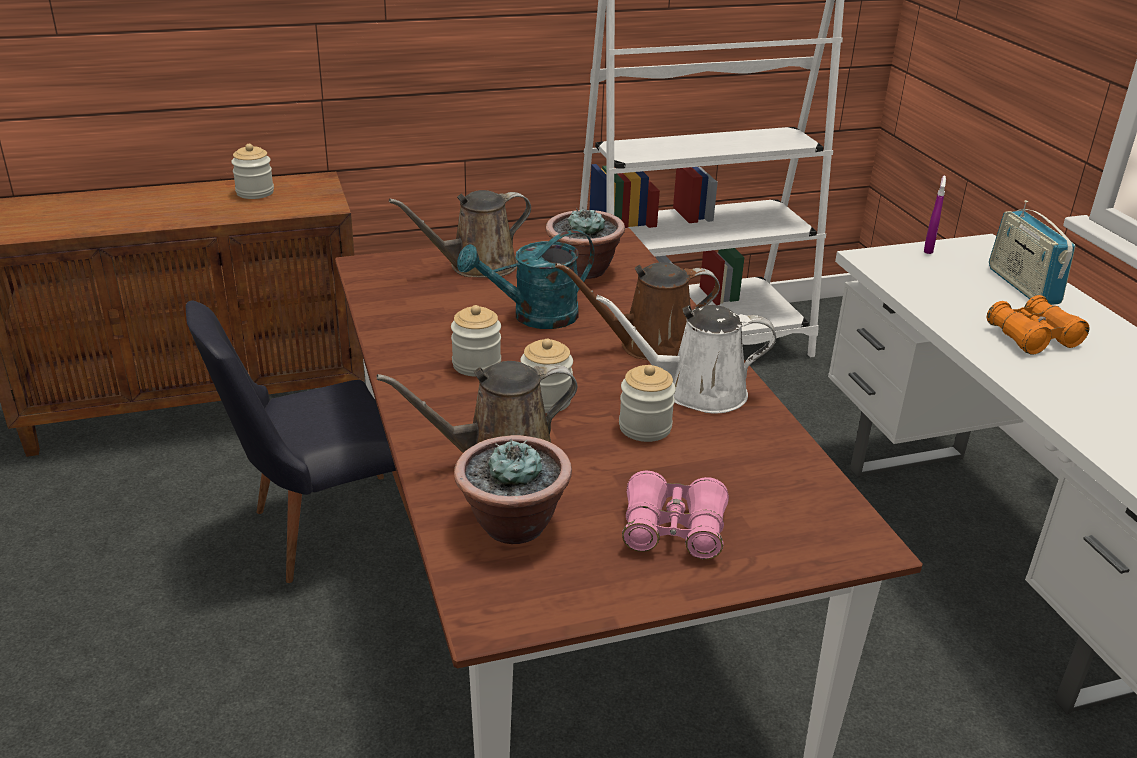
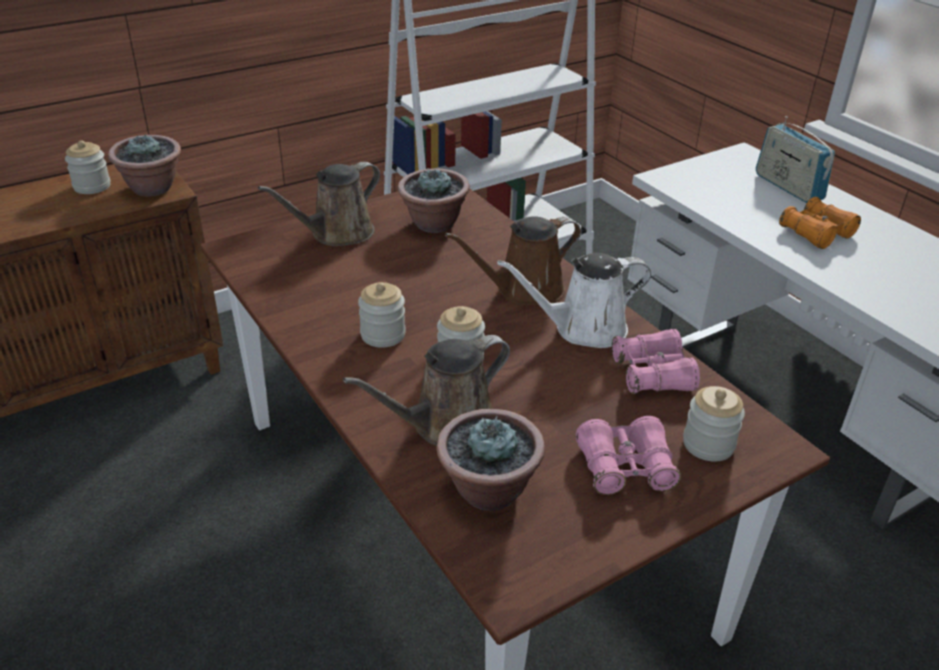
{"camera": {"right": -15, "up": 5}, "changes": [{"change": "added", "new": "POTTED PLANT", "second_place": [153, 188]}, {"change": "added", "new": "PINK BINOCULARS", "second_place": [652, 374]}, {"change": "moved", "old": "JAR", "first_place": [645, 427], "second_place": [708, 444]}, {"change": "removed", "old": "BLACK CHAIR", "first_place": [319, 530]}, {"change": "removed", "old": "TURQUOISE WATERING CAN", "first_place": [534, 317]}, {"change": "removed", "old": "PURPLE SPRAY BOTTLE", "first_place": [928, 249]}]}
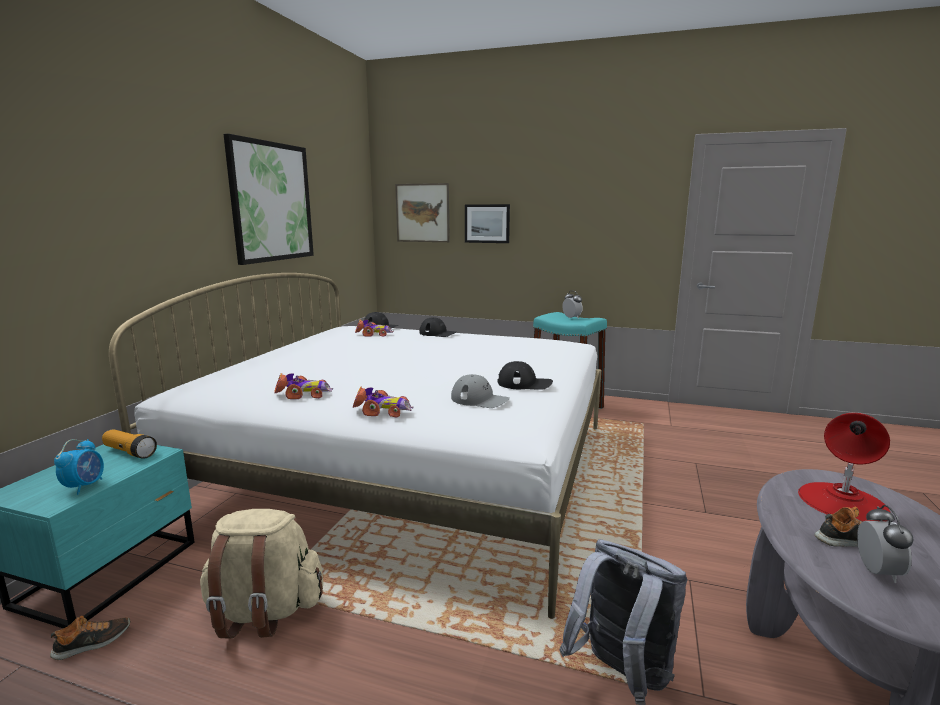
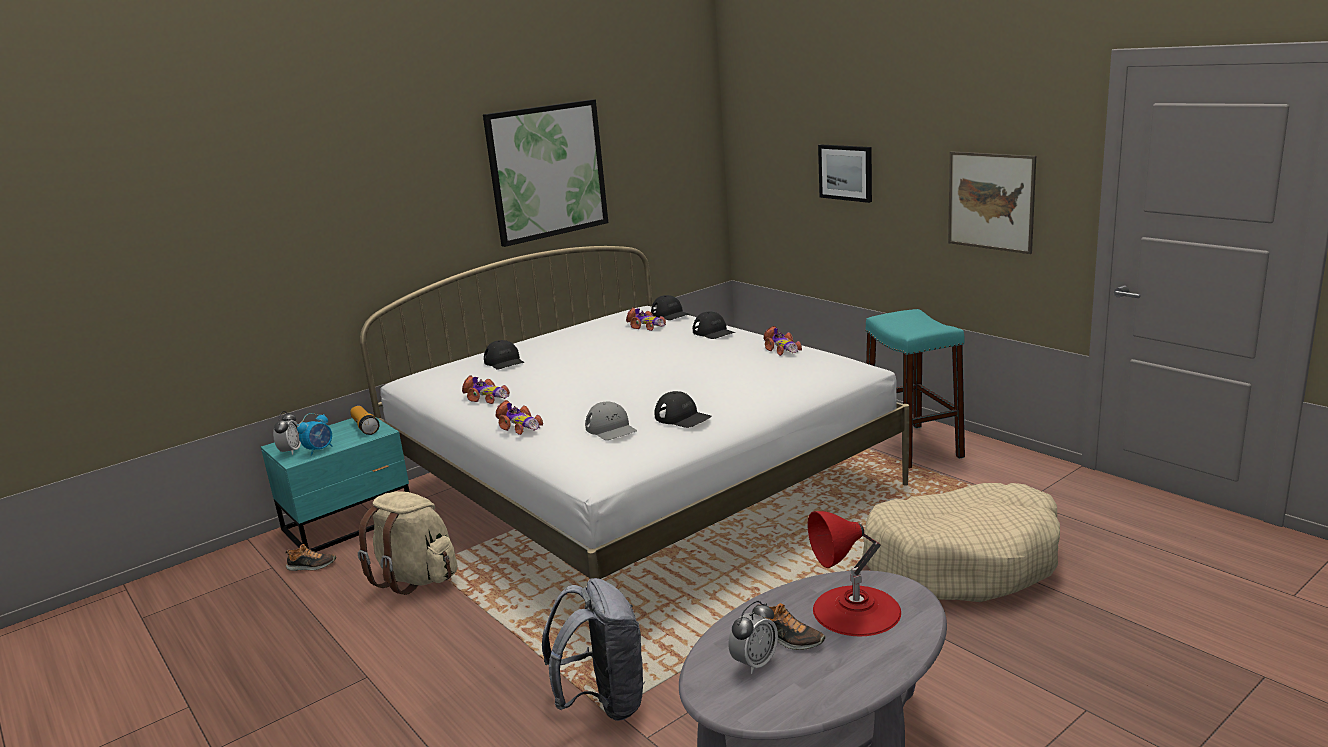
{"camera": {"right": 35, "up": 5}, "changes": [{"change": "moved", "old": "ALARM CLOCK", "first_place": [571, 318], "second_place": [291, 451]}, {"change": "added", "new": "BLACK CAP", "second_place": [504, 362]}, {"change": "added", "new": "TOY CAR", "second_place": [781, 349]}, {"change": "added", "new": "BEIGE DOG BED", "second_place": [963, 561]}, {"change": "moved", "old": "PICTURE", "first_place": [422, 213], "second_place": [991, 201]}]}
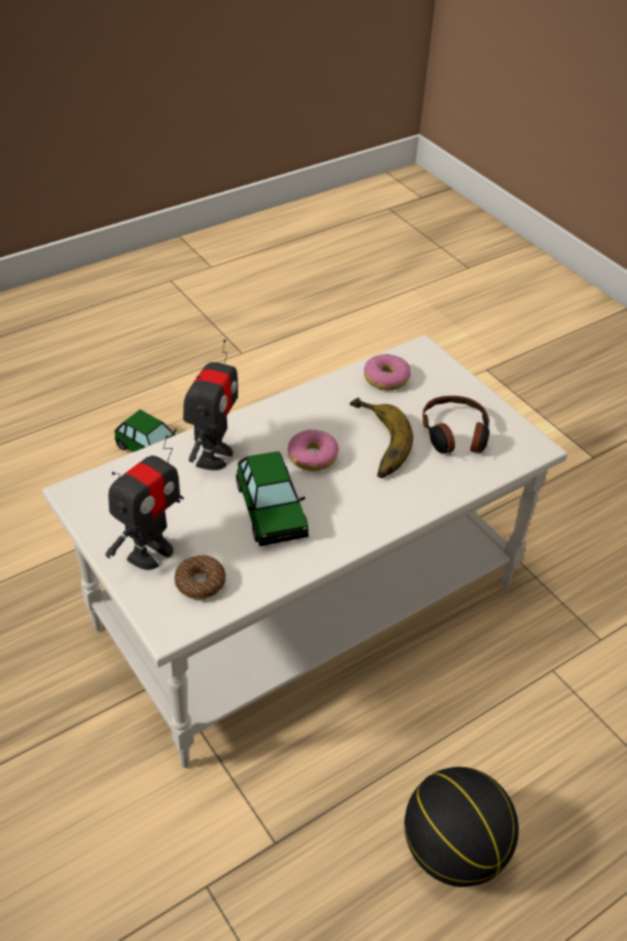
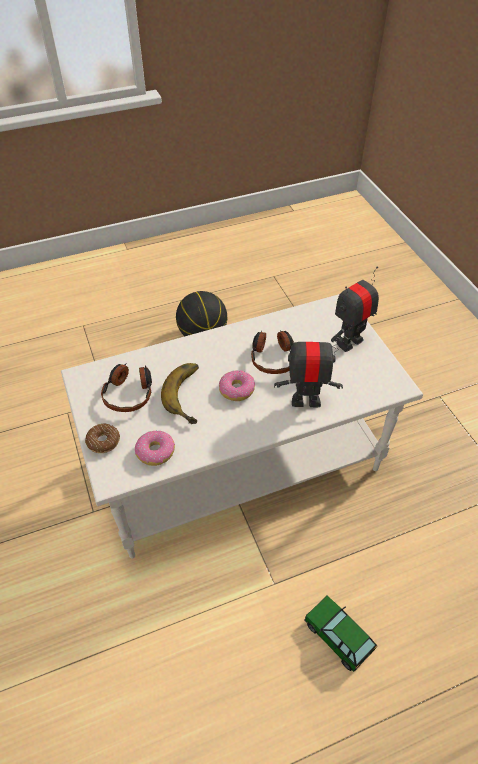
{"camera": {"right": -165, "up": 5}, "changes": [{"change": "moved", "old": "DONUT", "first_place": [200, 583], "second_place": [103, 441]}, {"change": "replaced", "old": "TOY CAR", "new": "HEADPHONES", "first_place": [271, 510], "second_place": [273, 357]}, {"change": "turned", "old": "TOY ROBOT", "first_place": [213, 456], "second_place": [306, 400], "degrees": 60}]}
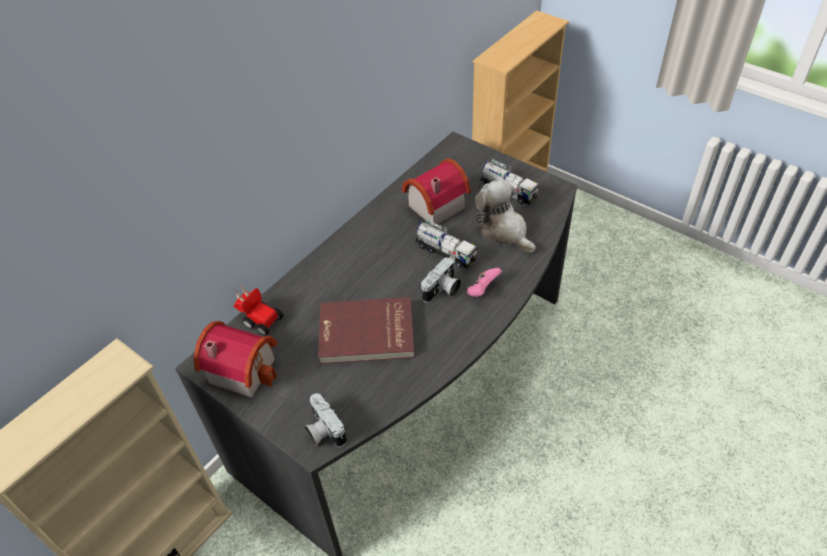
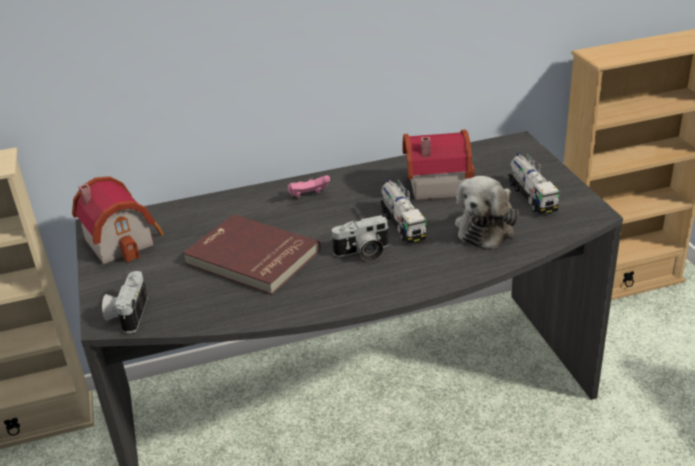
{"camera": {"right": 35, "up": -15}, "changes": [{"change": "moved", "old": "PINK GAME CONTROLLER", "first_place": [482, 290], "second_place": [308, 196]}, {"change": "turned", "old": "PLUSH TOY", "first_place": [503, 230], "second_place": [487, 227], "degrees": -150}, {"change": "removed", "old": "TOY CAR", "first_place": [259, 319]}]}
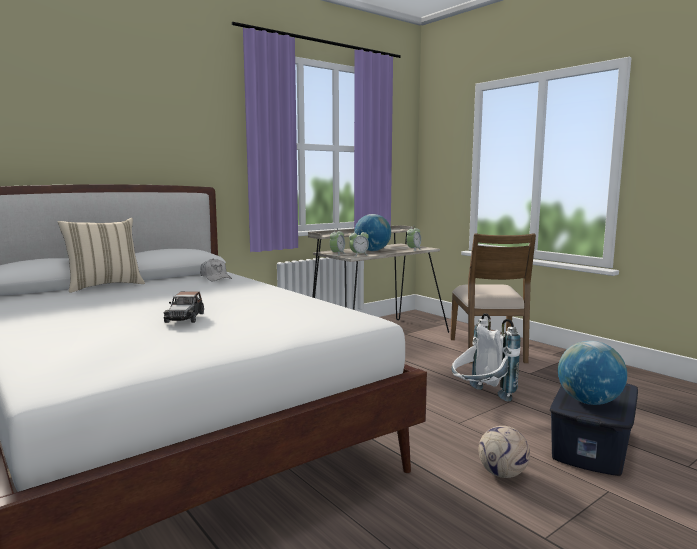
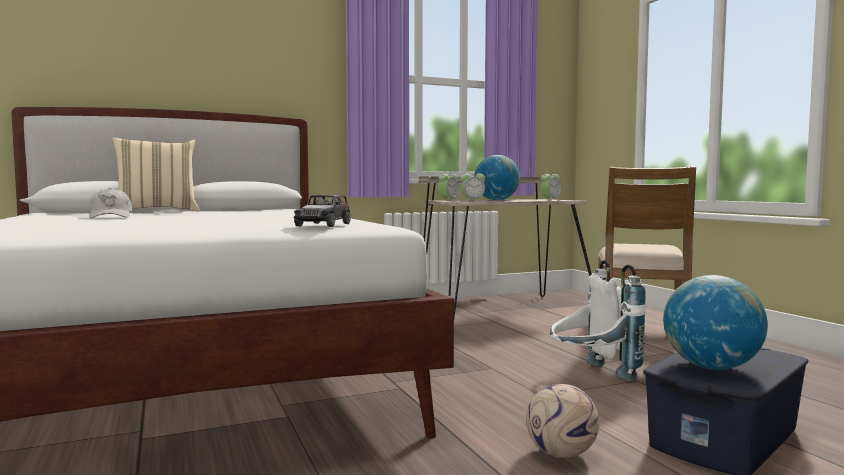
{"camera": {"right": 15, "up": -5}, "changes": [{"change": "moved", "old": "WHITE CAP", "first_place": [215, 278], "second_place": [111, 217]}, {"change": "moved", "old": "TOY CAR", "first_place": [185, 318], "second_place": [323, 225]}]}
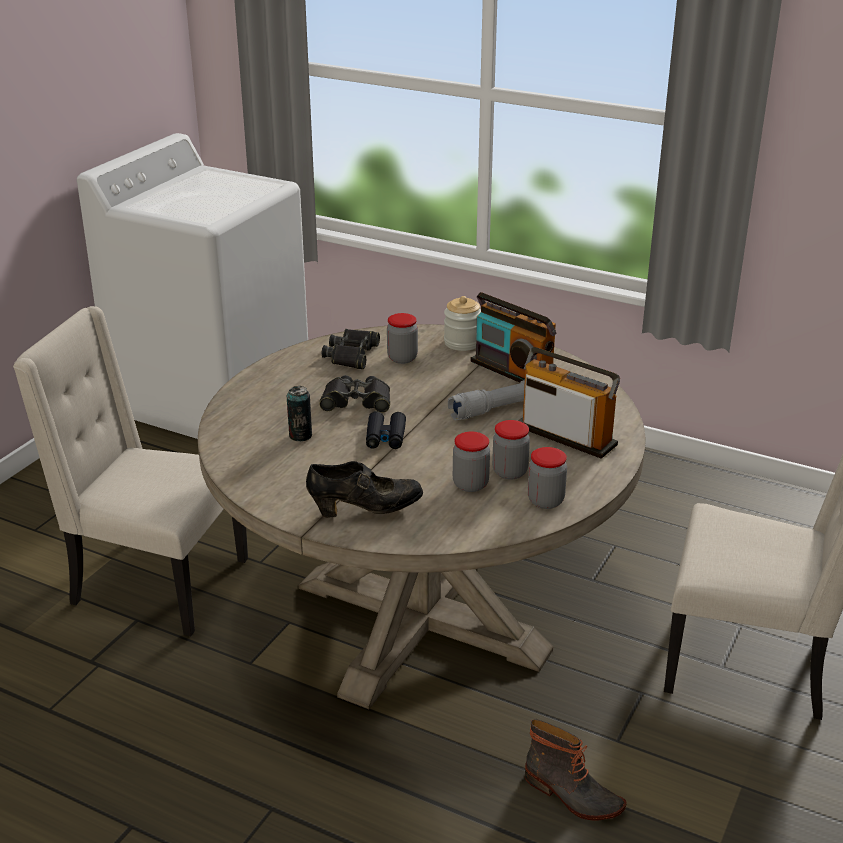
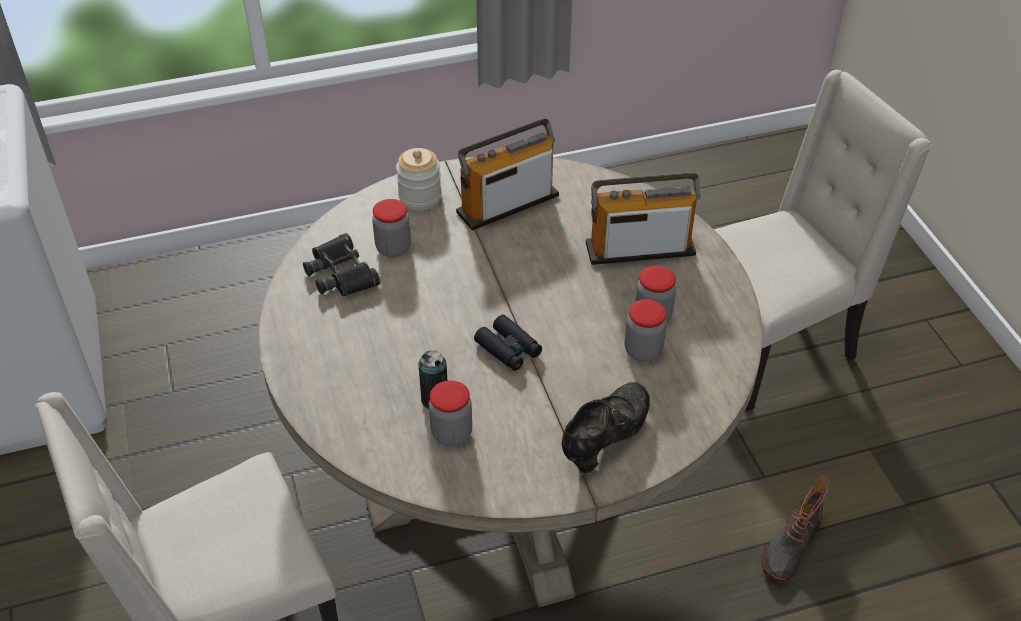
{"camera": {"right": -45, "up": 15}, "changes": [{"change": "moved", "old": "JAR", "first_place": [545, 501], "second_place": [451, 433]}, {"change": "turned", "old": "RADIO", "first_place": [513, 371], "second_place": [507, 204], "degrees": 150}, {"change": "turned", "old": "BOOT", "first_place": [572, 796], "second_place": [789, 546], "degrees": 135}, {"change": "removed", "old": "BLACK BINOCULARS", "first_place": [356, 401]}, {"change": "removed", "old": "GREY FLASHLIGHT", "first_place": [493, 410]}]}
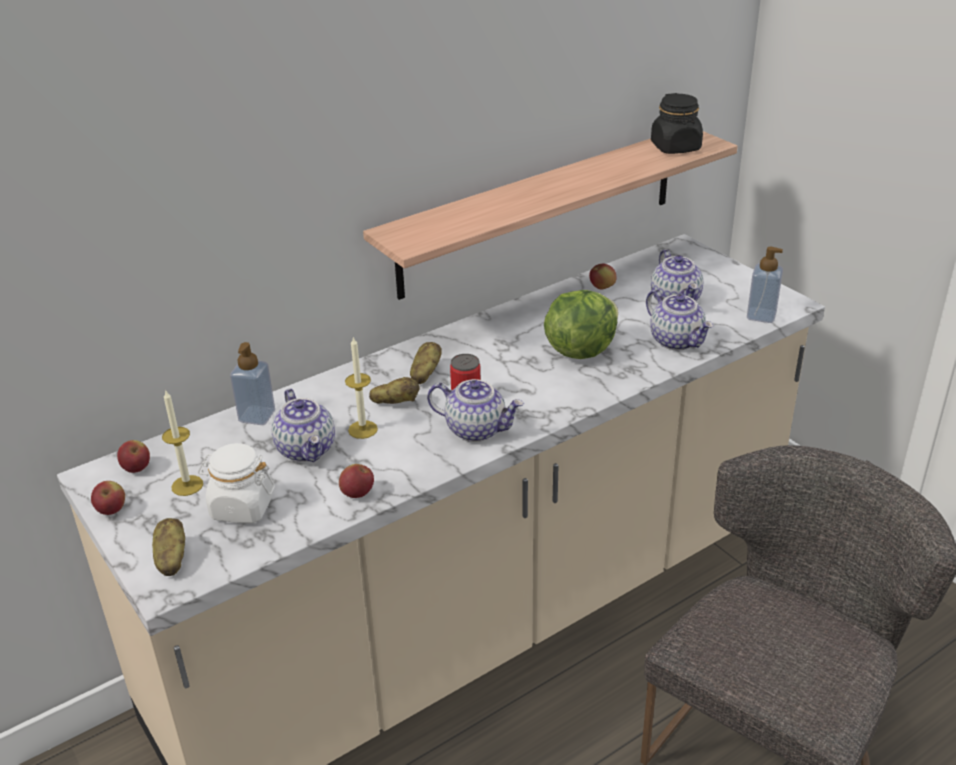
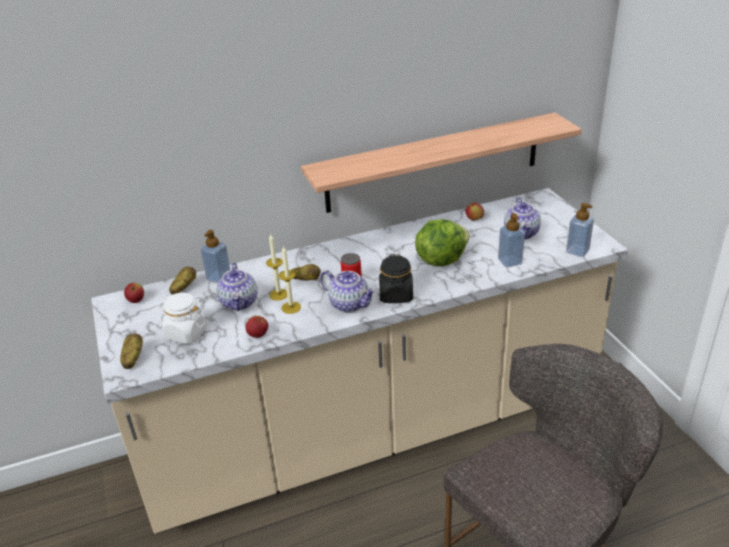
{"camera": {"right": 15, "up": 0}, "changes": [{"change": "moved", "old": "POTATO", "first_place": [425, 374], "second_place": [183, 288]}, {"change": "moved", "old": "CANDLE", "first_place": [187, 485], "second_place": [291, 307]}, {"change": "moved", "old": "BLACK JAR", "first_place": [675, 147], "second_place": [396, 295]}, {"change": "replaced", "old": "TEAPOT", "new": "SOAP DISPENSER", "first_place": [677, 341], "second_place": [510, 261]}, {"change": "removed", "old": "APPLE", "first_place": [111, 510]}]}
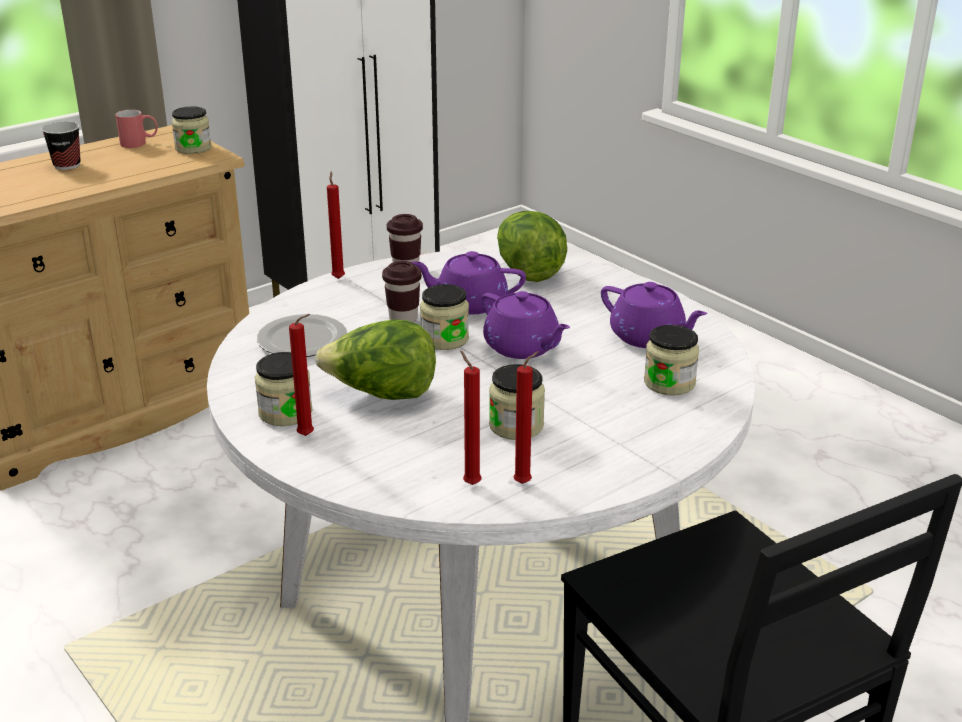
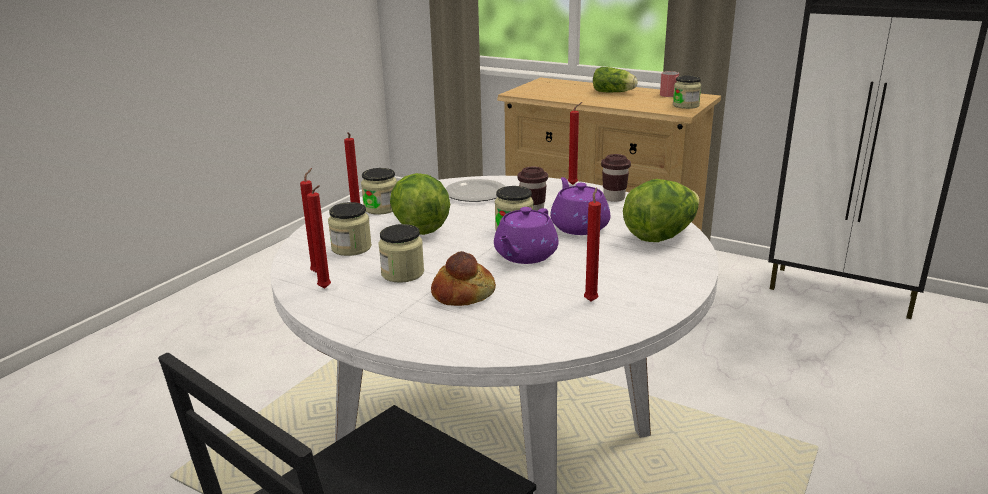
{"camera": {"right": 70, "up": -5}, "changes": [{"change": "moved", "old": "JAR", "first_place": [669, 383], "second_place": [351, 248]}, {"change": "added", "new": "BREAD", "second_place": [462, 294]}, {"change": "replaced", "old": "PURPLE TEAPOT", "new": "RED CANDLE", "first_place": [648, 337], "second_place": [591, 300]}, {"change": "replaced", "old": "CUP", "new": "LETTUCE", "first_place": [67, 165], "second_place": [614, 92]}]}
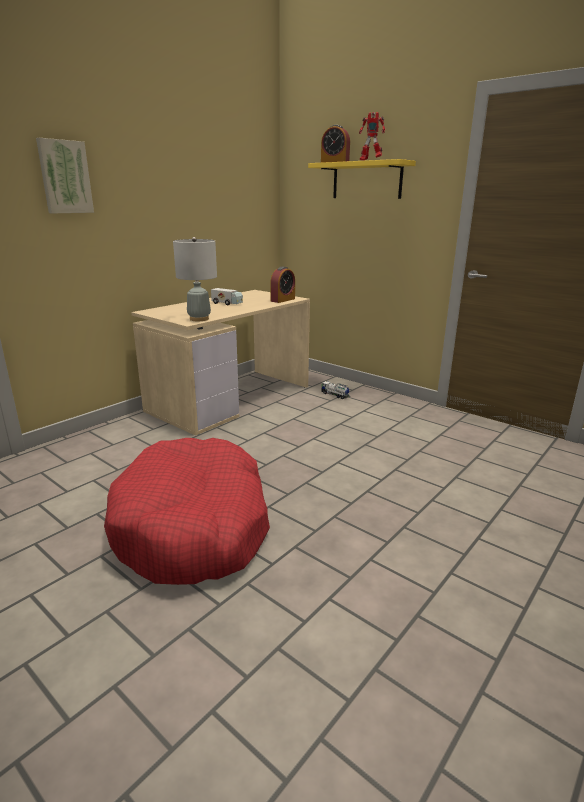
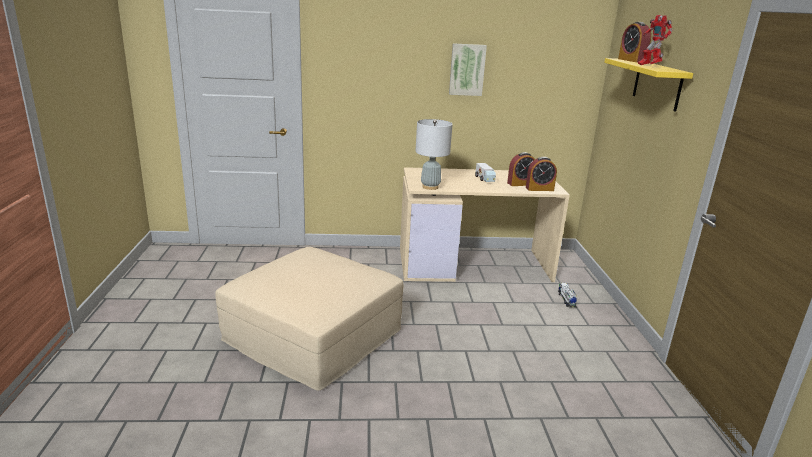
{"camera": {"right": 45, "up": 0}, "changes": [{"change": "replaced", "old": "RED DOG BED", "new": "BEIGE OTTOMAN", "first_place": [193, 526], "second_place": [312, 335]}, {"change": "moved", "old": "PICTURE", "first_place": [65, 177], "second_place": [467, 69]}, {"change": "added", "new": "ALARM CLOCK", "second_place": [521, 184]}]}
